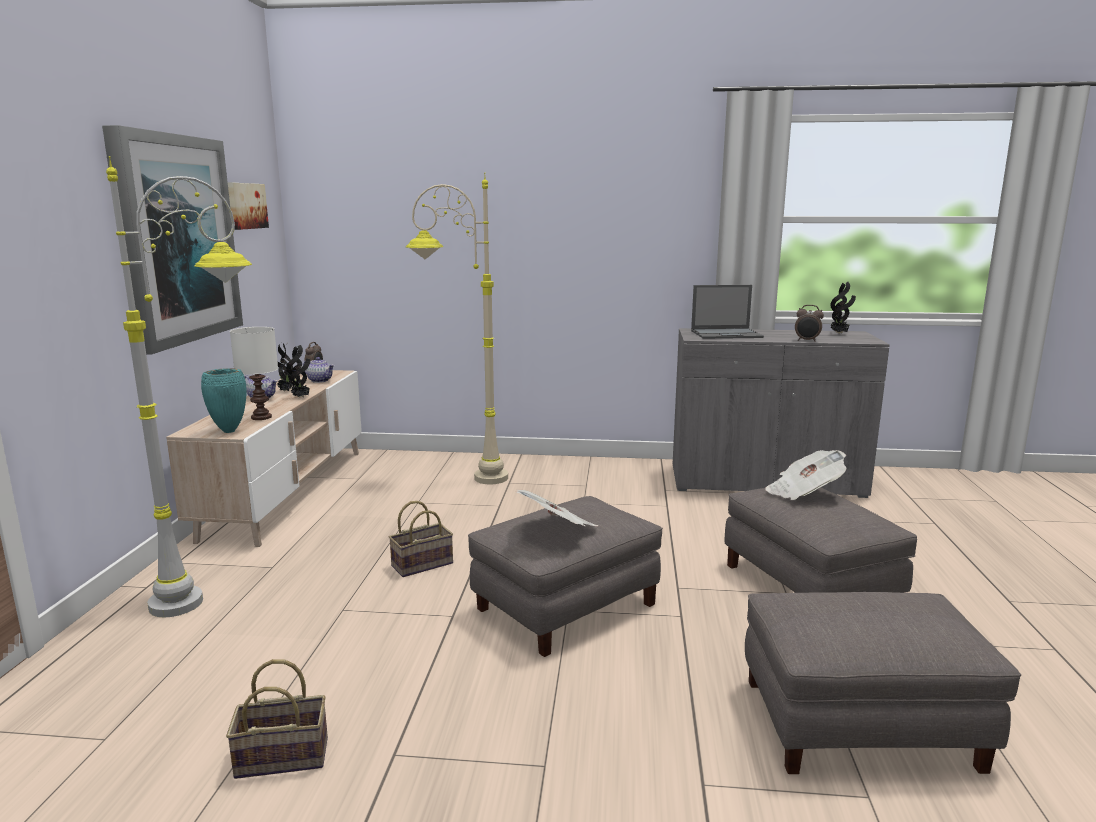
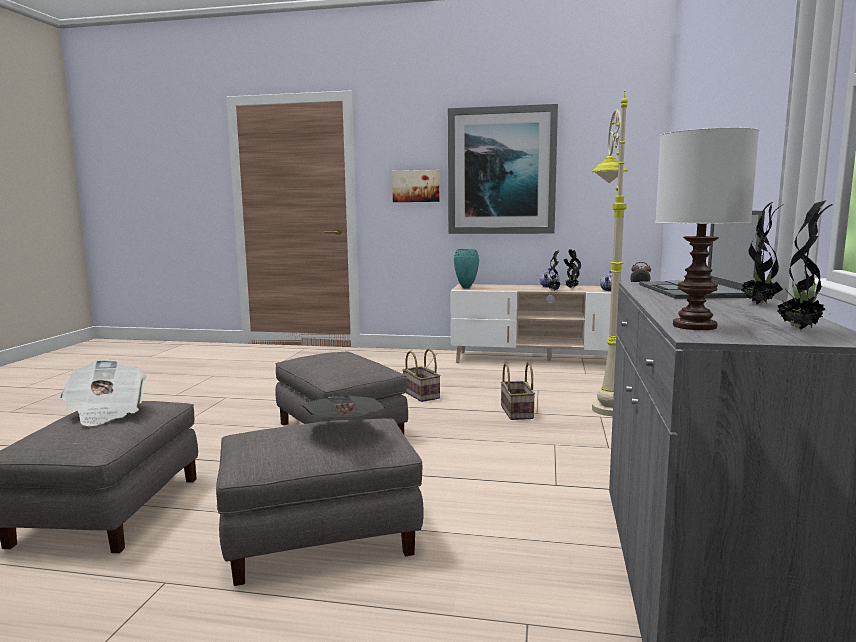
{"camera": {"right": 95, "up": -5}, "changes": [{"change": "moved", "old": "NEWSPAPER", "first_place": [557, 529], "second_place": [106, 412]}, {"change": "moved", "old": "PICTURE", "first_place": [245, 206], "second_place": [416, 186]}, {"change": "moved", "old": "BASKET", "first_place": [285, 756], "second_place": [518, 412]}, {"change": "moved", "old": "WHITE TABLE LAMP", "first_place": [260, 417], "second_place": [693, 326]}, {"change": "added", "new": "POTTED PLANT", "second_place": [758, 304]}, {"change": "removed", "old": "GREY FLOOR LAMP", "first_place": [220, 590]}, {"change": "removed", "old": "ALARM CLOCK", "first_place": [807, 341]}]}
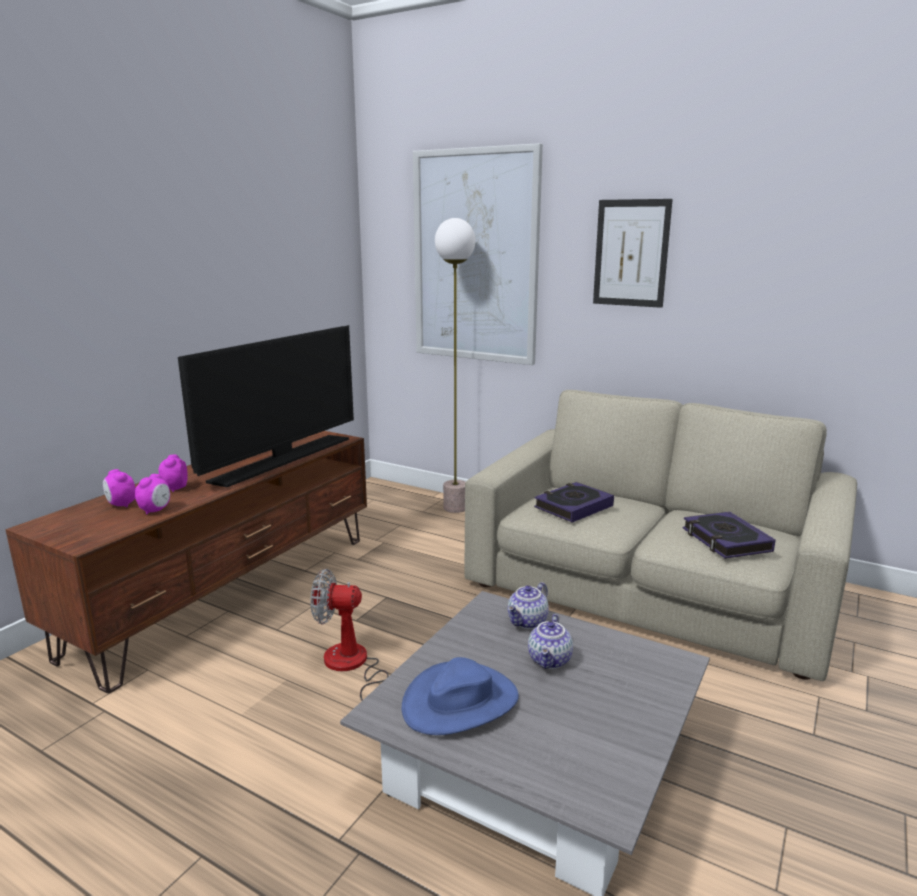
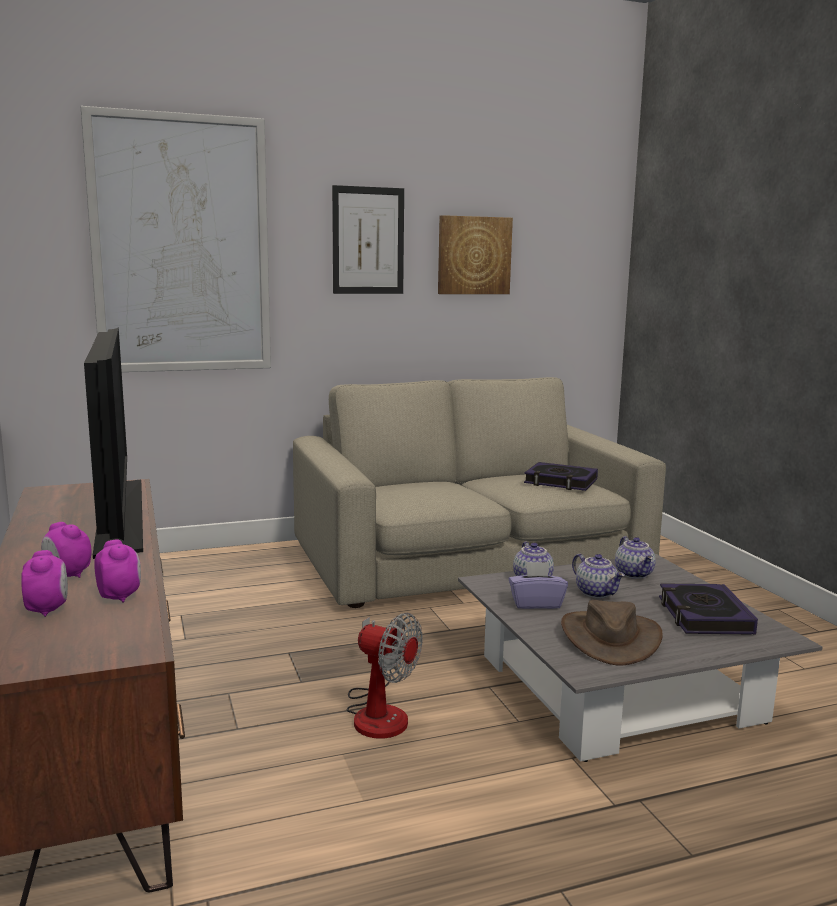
{"camera": {"right": -50, "up": -5}, "changes": [{"change": "turned", "old": "ALARM CLOCK", "first_place": [121, 505], "second_place": [47, 609], "degrees": -105}, {"change": "turned", "old": "FAN", "first_place": [352, 667], "second_place": [379, 712], "degrees": -105}, {"change": "added", "new": "PICTURE", "second_place": [473, 255]}, {"change": "added", "new": "PURPLE TISSUE BOX", "second_place": [536, 603]}, {"change": "recoloured", "old": "BLUE HAT", "new": "BROWN HAT", "first_place": [460, 702], "second_place": [610, 638]}, {"change": "added", "new": "TEAPOT", "second_place": [635, 574]}, {"change": "moved", "old": "BOOK", "first_place": [573, 507], "second_place": [704, 616]}, {"change": "removed", "old": "FLOOR LAMP", "first_place": [455, 508]}]}
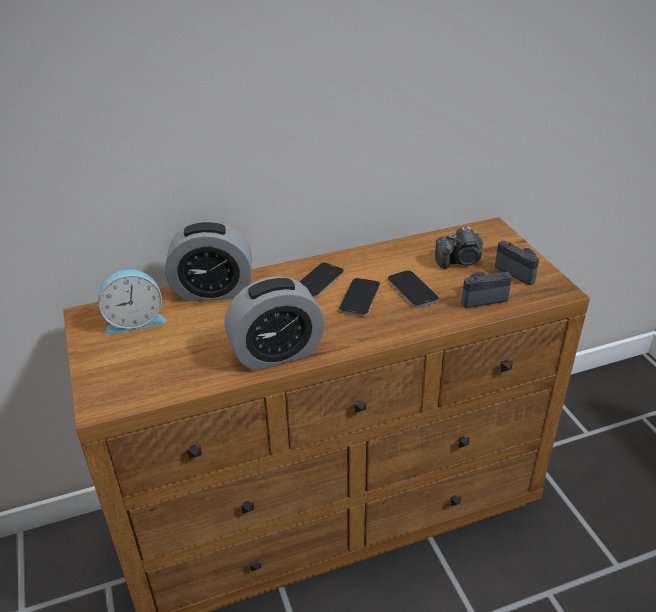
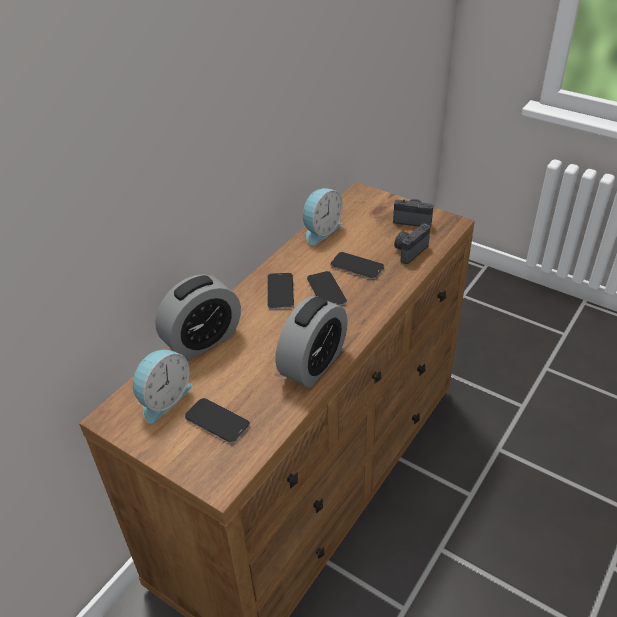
{"camera": {"right": -35, "up": 5}, "changes": [{"change": "added", "new": "PHONE", "second_place": [217, 421]}, {"change": "added", "new": "ALARM CLOCK", "second_place": [320, 230]}, {"change": "removed", "old": "PHOTO CAMERA", "first_place": [460, 261]}]}
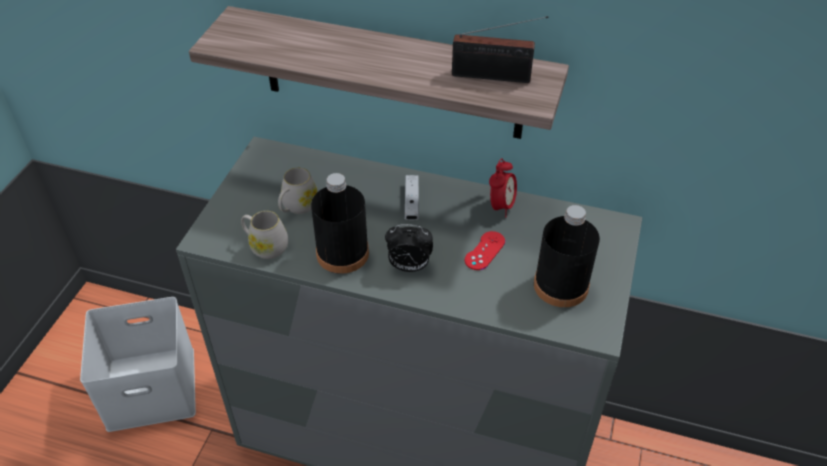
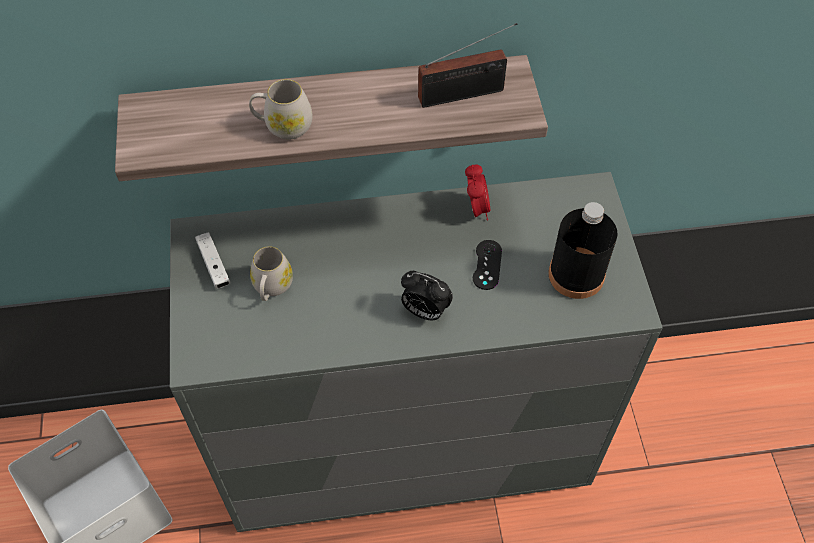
{"camera": {"right": -25, "up": 10}, "changes": [{"change": "moved", "old": "WHITE GAME CONTROLLER", "first_place": [411, 203], "second_place": [214, 265]}, {"change": "moved", "old": "WHITE MUG", "first_place": [265, 246], "second_place": [283, 126]}, {"change": "turned", "old": "ALARM CLOCK", "first_place": [409, 267], "second_place": [424, 311], "degrees": 45}, {"change": "recoloured", "old": "RED GAME CONTROLLER", "new": "BLACK GAME CONTROLLER", "first_place": [484, 251], "second_place": [487, 265]}, {"change": "removed", "old": "BLACK BOTTLE", "first_place": [342, 253]}]}
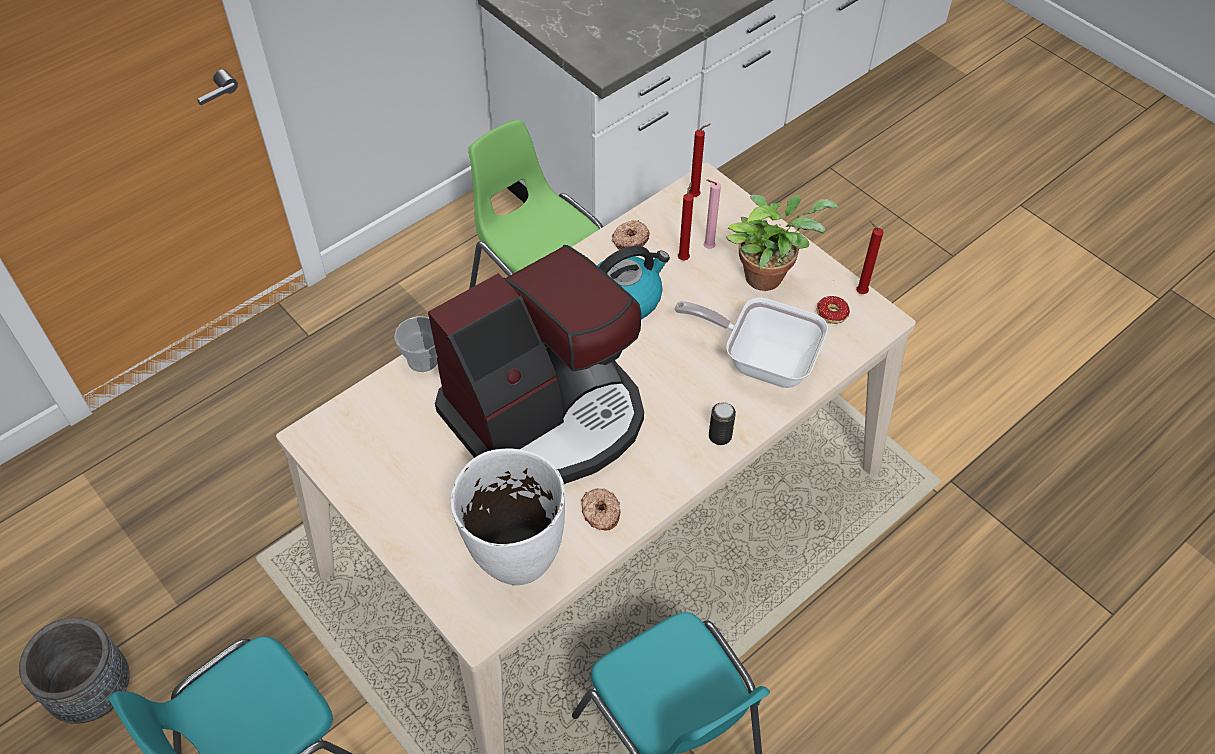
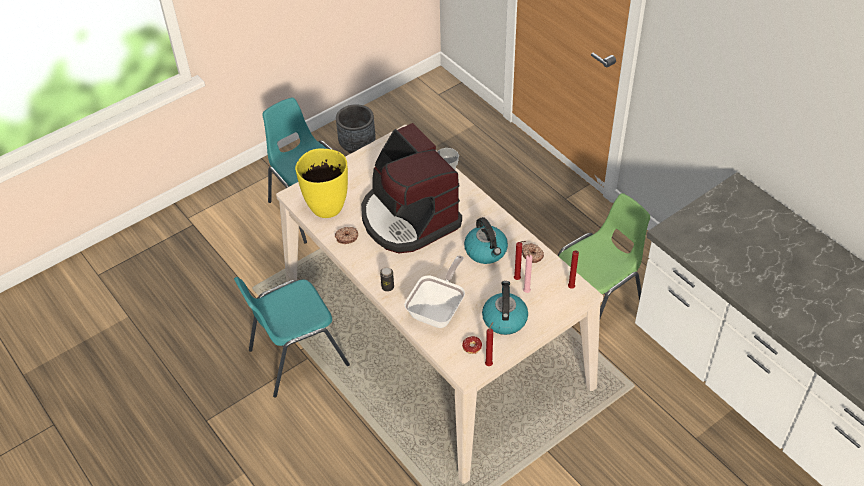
{"camera": {"right": 95, "up": -5}, "changes": [{"change": "recoloured", "old": "WHITE VASE", "new": "YELLOW VASE", "first_place": [515, 558], "second_place": [326, 207]}, {"change": "replaced", "old": "POTTED PLANT", "new": "KETTLE", "first_place": [768, 274], "second_place": [504, 319]}]}
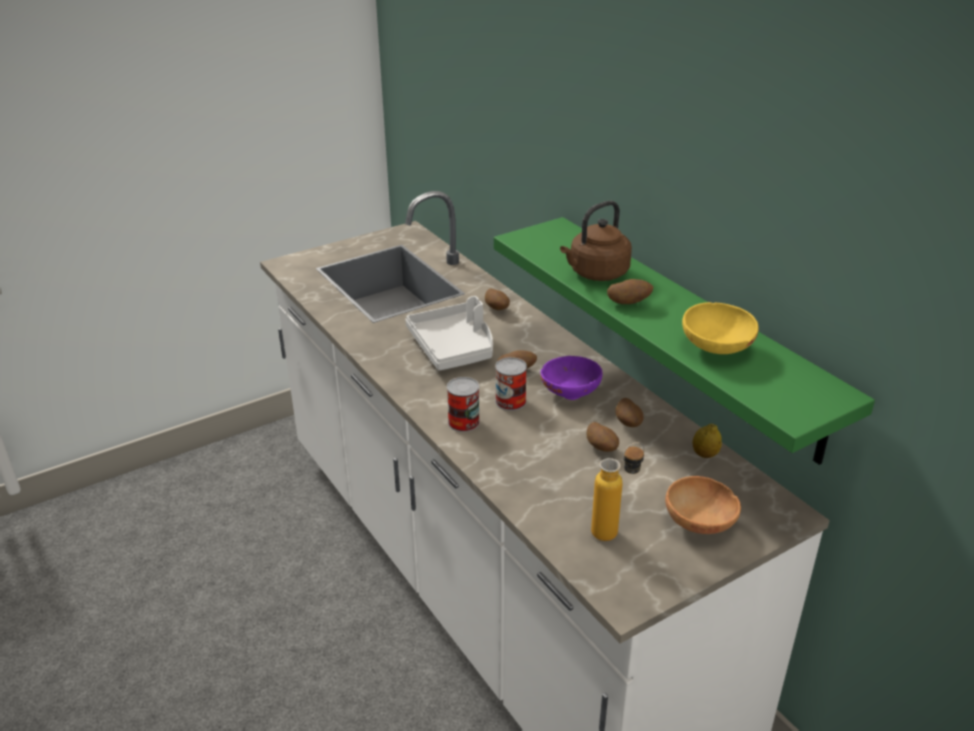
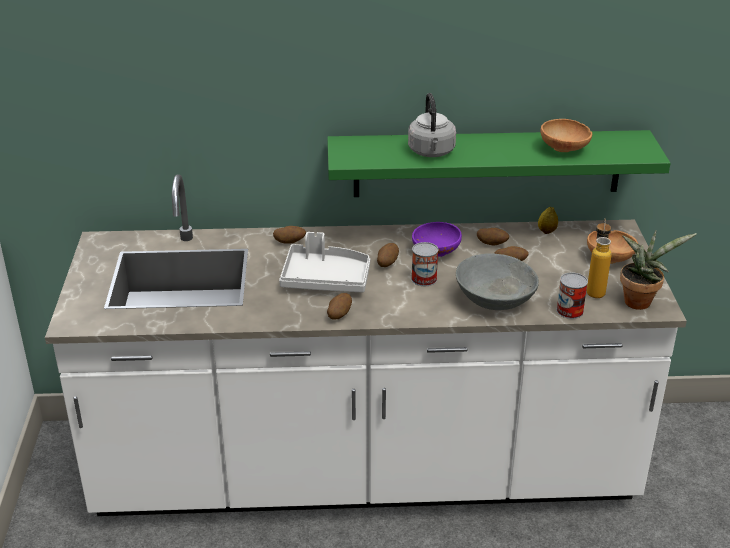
{"camera": {"right": -60, "up": 0}, "changes": [{"change": "moved", "old": "POTATO", "first_place": [629, 303], "second_place": [339, 315]}, {"change": "recoloured", "old": "BROWN KETTLE", "new": "GREY KETTLE", "first_place": [596, 274], "second_place": [431, 152]}, {"change": "added", "new": "GREY BOWL", "second_place": [493, 300]}, {"change": "recoloured", "old": "YELLOW BOWL", "new": "BROWN BOWL", "first_place": [716, 349], "second_place": [565, 150]}, {"change": "moved", "old": "CAN", "first_place": [463, 422], "second_place": [569, 311]}, {"change": "added", "new": "POTTED PLANT", "second_place": [640, 301]}]}
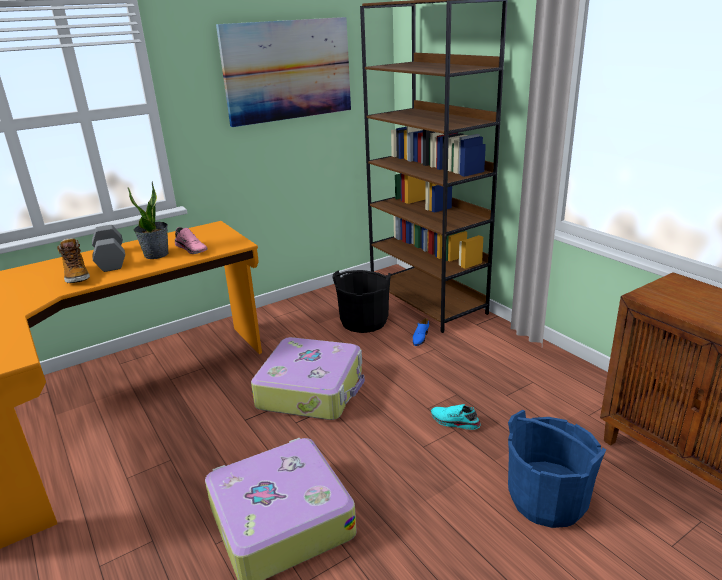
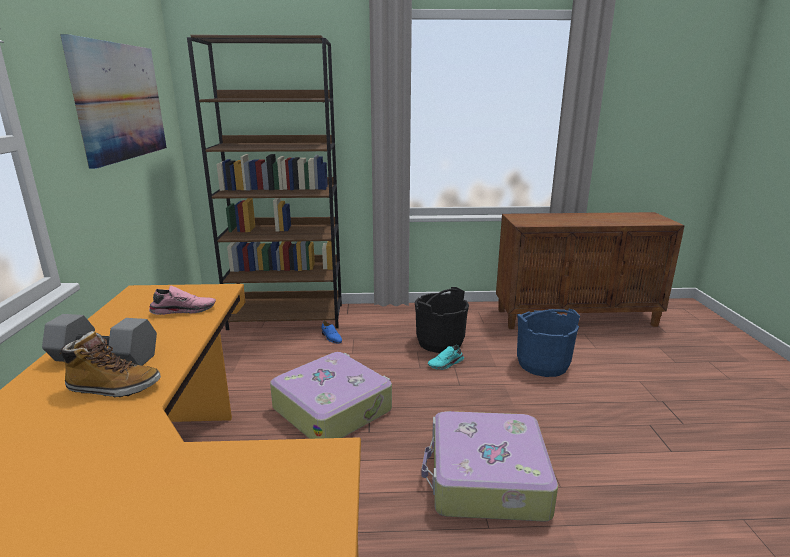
{"camera": {"right": -60, "up": -5}, "changes": [{"change": "moved", "old": "BLACK BUCKET", "first_place": [364, 321], "second_place": [440, 342]}, {"change": "removed", "old": "POTTED PLANT", "first_place": [156, 254]}]}
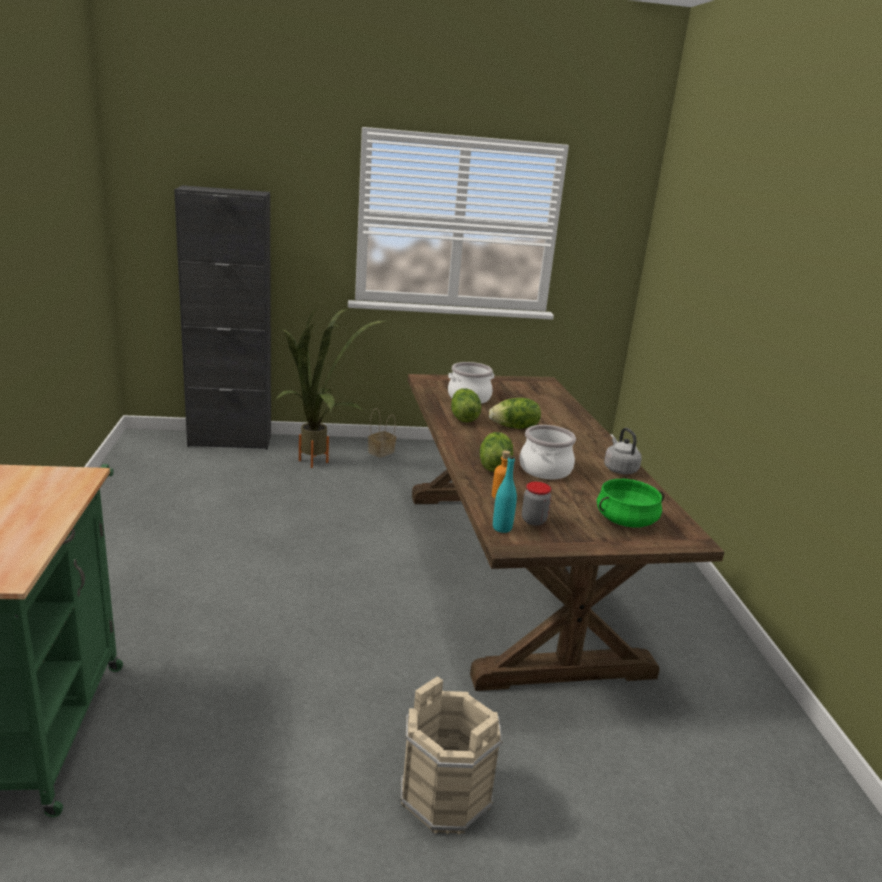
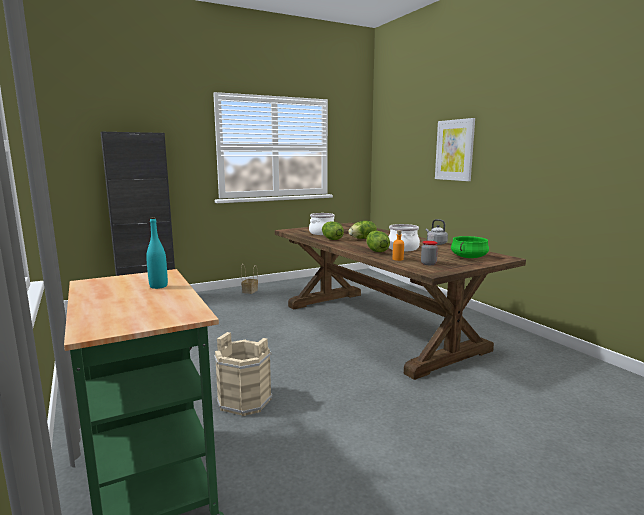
{"camera": {"right": -20, "up": -10}, "changes": [{"change": "moved", "old": "TURQUOISE BOTTLE", "first_place": [502, 528], "second_place": [158, 286]}, {"change": "moved", "old": "BEIGE BUCKET", "first_place": [446, 795], "second_place": [245, 400]}, {"change": "added", "new": "PICTURE", "second_place": [454, 150]}, {"change": "removed", "old": "POTTED PLANT", "first_place": [316, 465]}]}
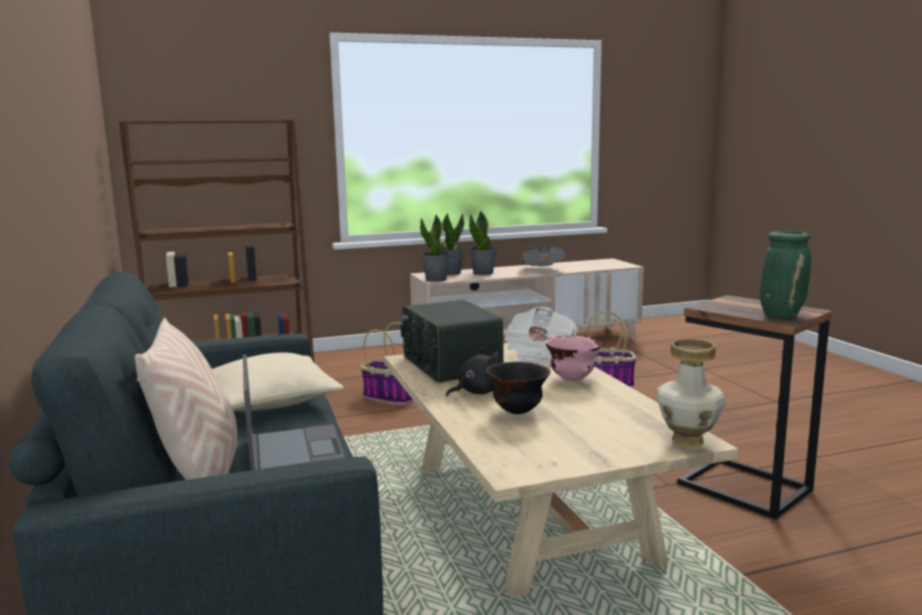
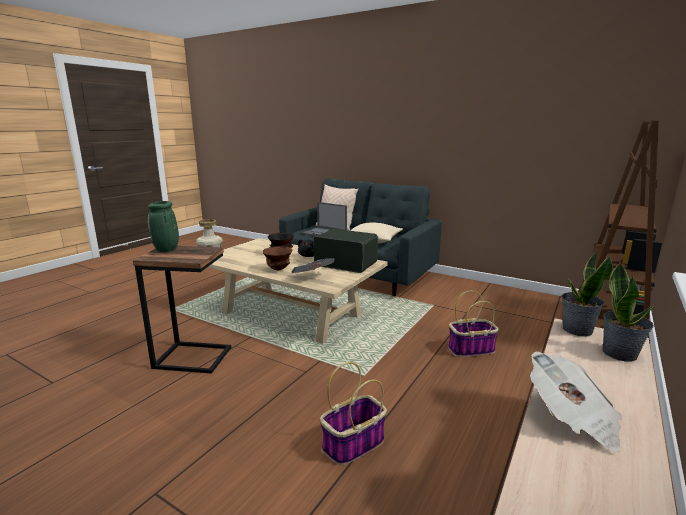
{"camera": {"right": 140, "up": 5}, "changes": [{"change": "recoloured", "old": "PINK BOWL", "new": "BROWN BOWL", "first_place": [572, 379], "second_place": [278, 270]}, {"change": "removed", "old": "POTTED PLANT", "first_place": [483, 273]}]}
